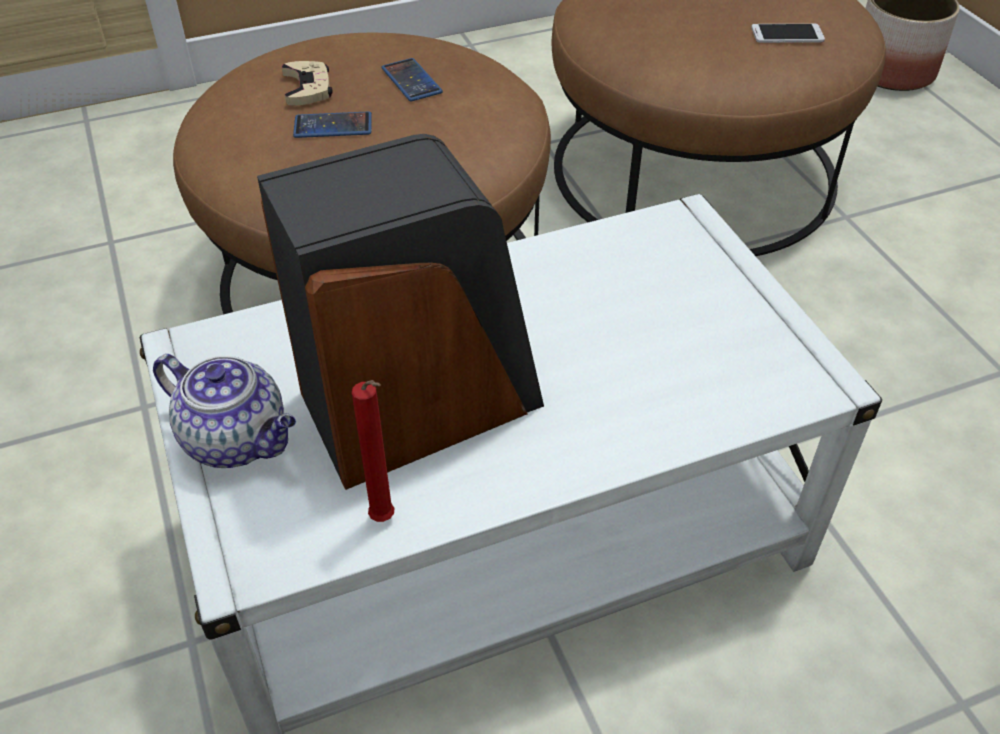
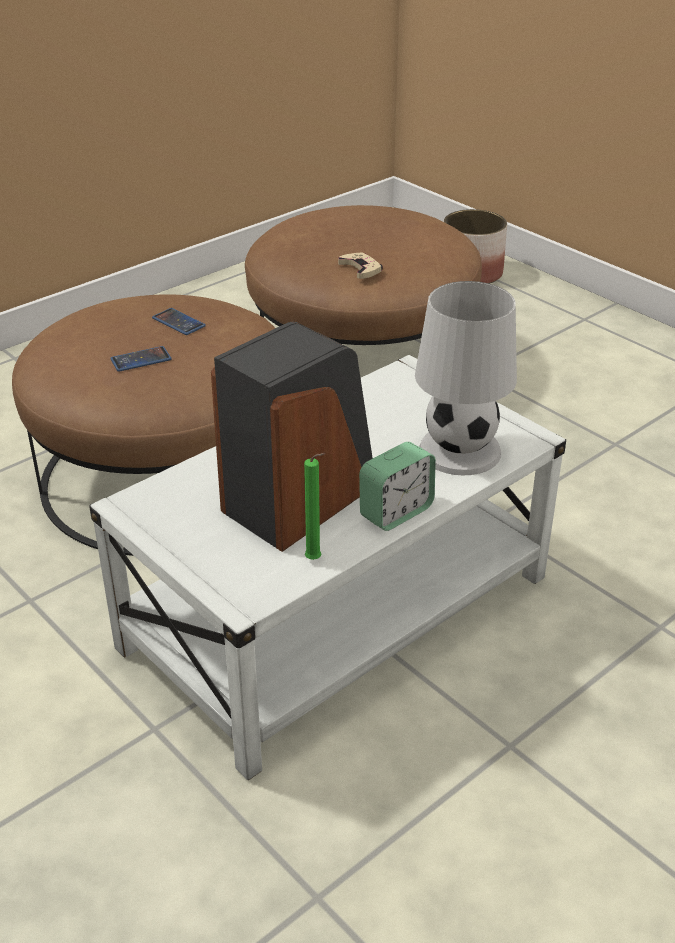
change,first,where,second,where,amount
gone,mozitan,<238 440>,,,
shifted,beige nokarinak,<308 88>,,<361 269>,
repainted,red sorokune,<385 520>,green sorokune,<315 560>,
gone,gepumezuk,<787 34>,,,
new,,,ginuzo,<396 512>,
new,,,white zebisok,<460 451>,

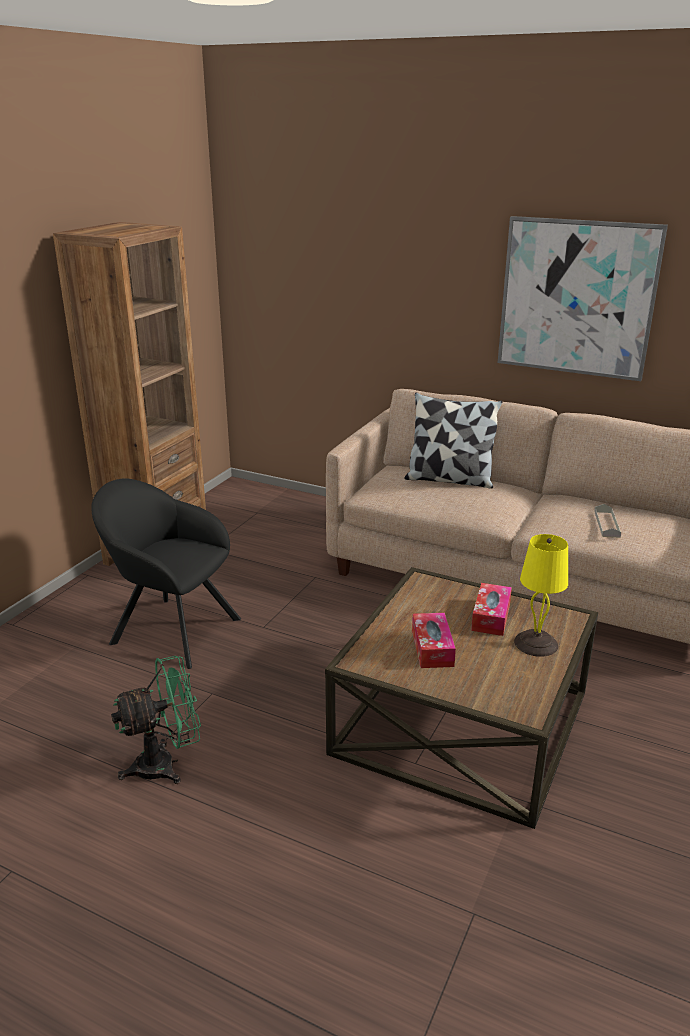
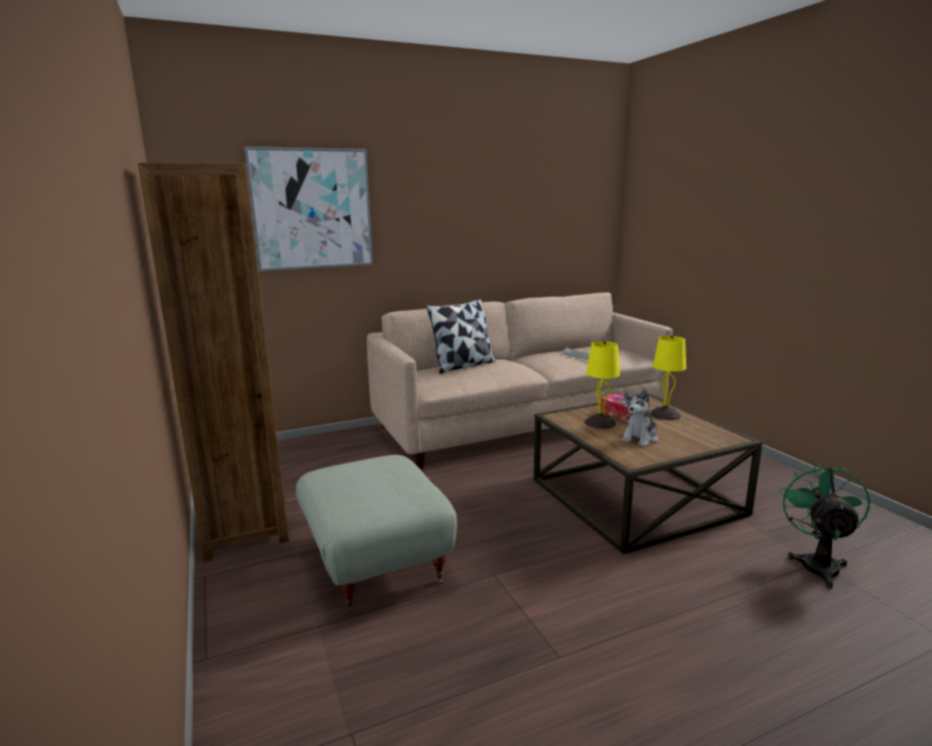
change,first,where,second,where,amount
swapped,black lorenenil,<170 629>,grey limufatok,<374 562>,
shifted,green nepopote,<166 764>,,<817 563>,
swapped,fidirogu,<432 648>,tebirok,<640 438>,
shifted,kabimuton,<577 298>,,<312 209>,
new,,,yellow zebisok,<600 423>,

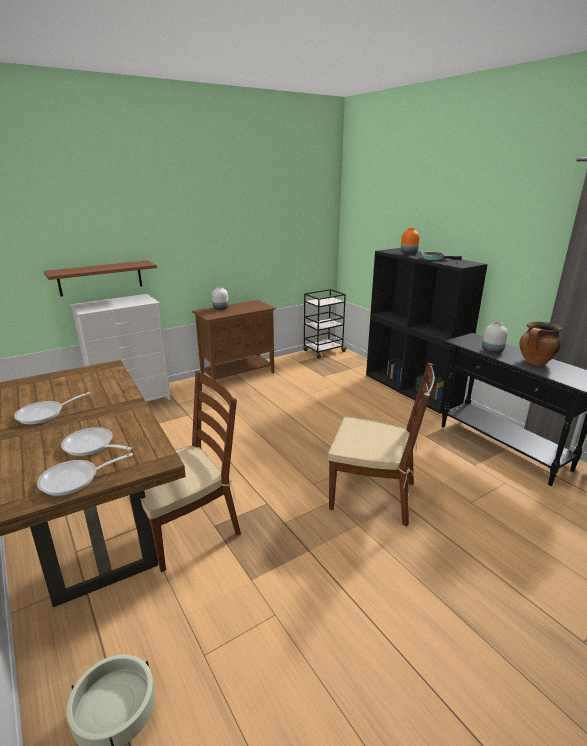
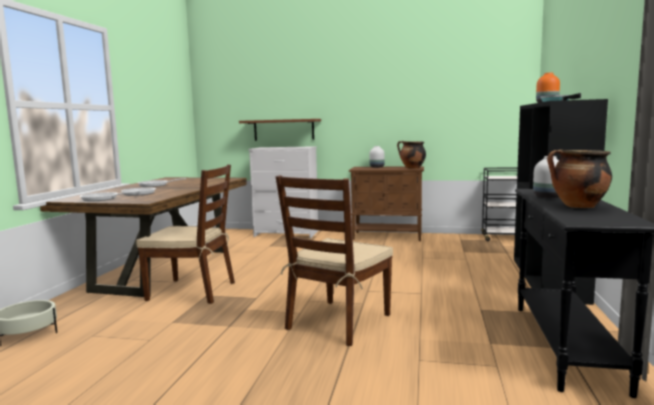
change,first,where,second,where,amount
rotated,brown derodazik,<373 495>,,<338 322>,60 degrees clockwise
new,,,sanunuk,<412 168>,

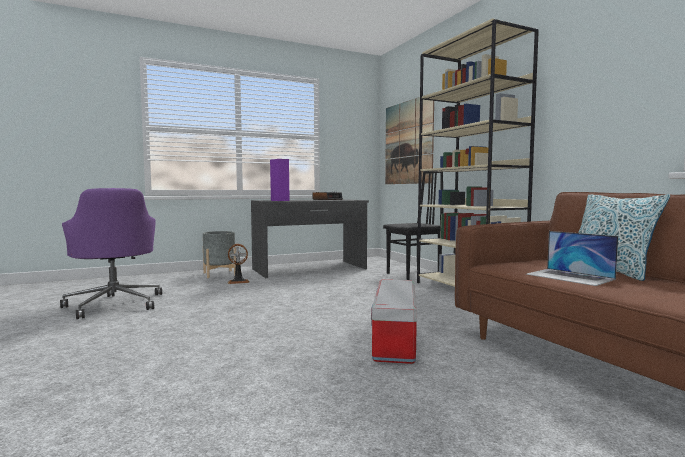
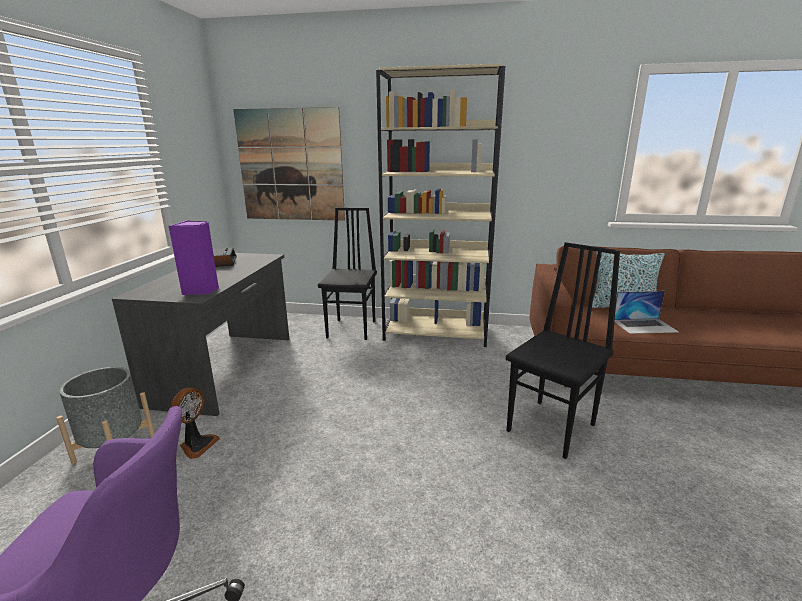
change,first,where,second,where,amount
swapped,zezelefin,<395 342>,black derodazik,<553 428>,

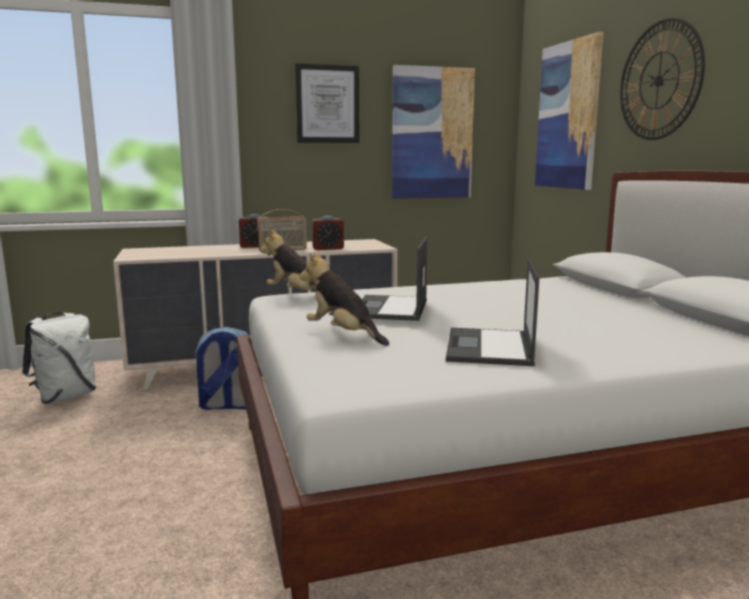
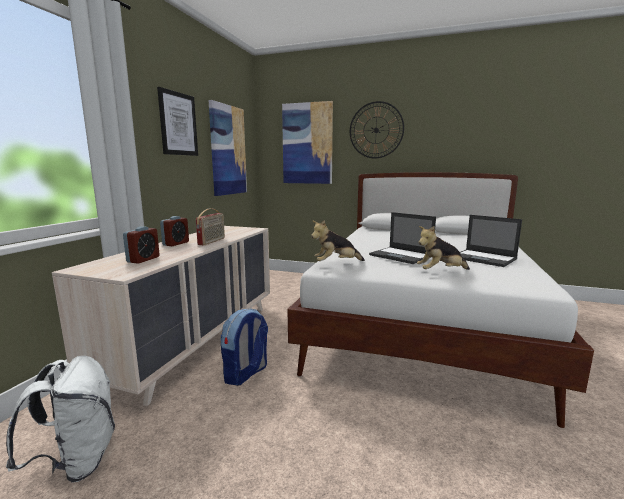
change,first,where,second,where,amount
shifted,ginuzo,<328 248>,,<143 259>,

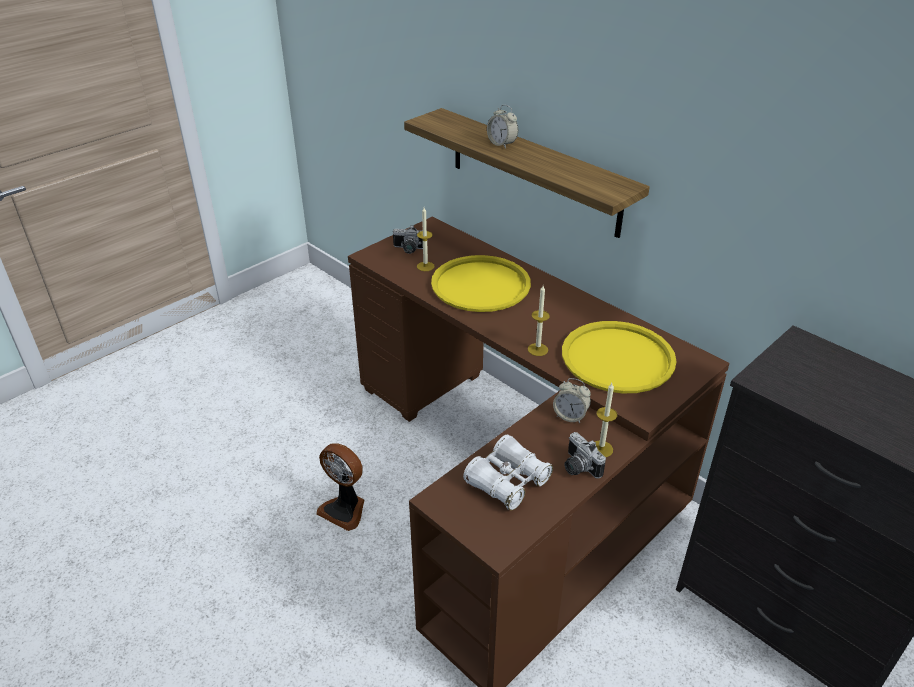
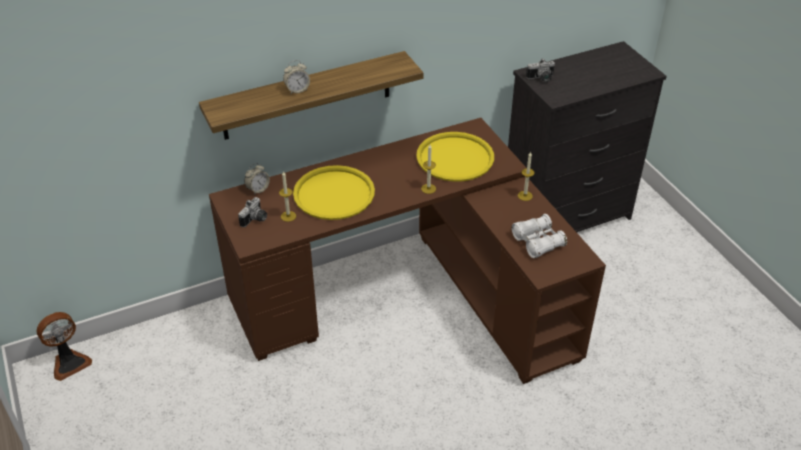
change,first,where,second,where,amount
shifted,nepopote,<345 509>,,<69 363>,
shifted,ginuzo,<570 416>,,<258 189>,
shifted,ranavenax,<578 467>,,<541 79>,

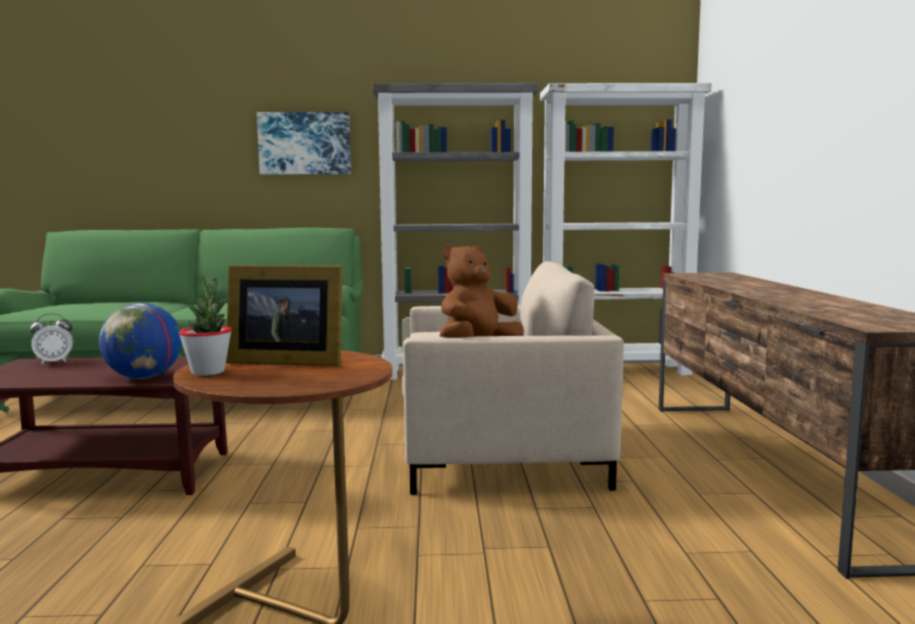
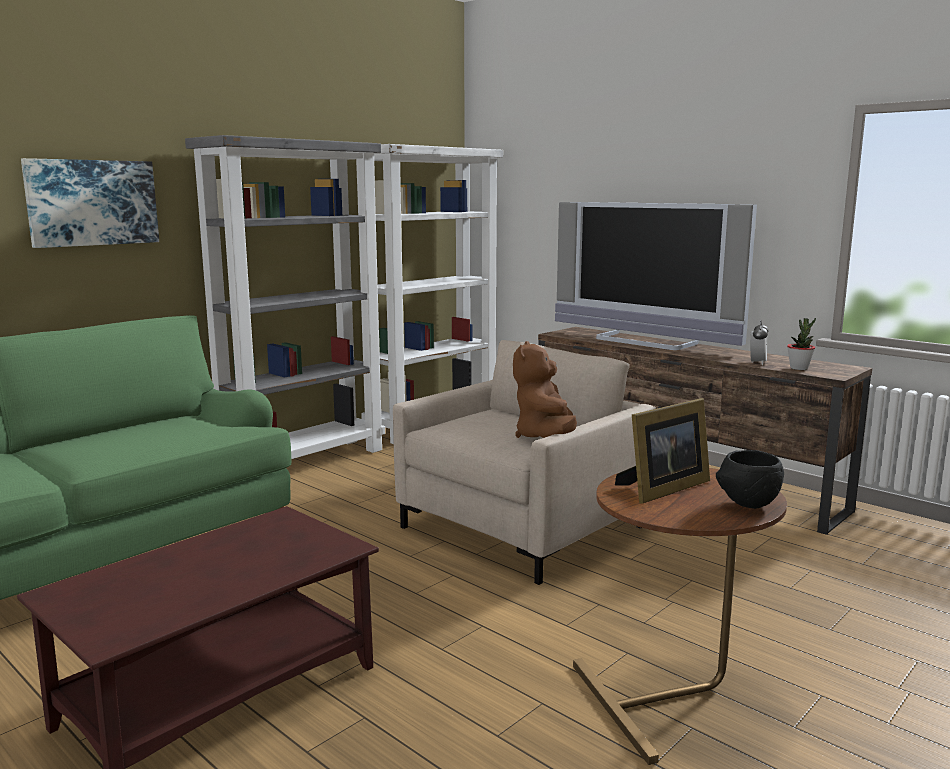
change,first,where,second,where,amount
shifted,ginuzo,<54 362>,,<757 363>,
gone,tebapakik,<144 377>,,,
shifted,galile,<208 372>,,<799 368>,
new,,,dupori,<644 341>,
new,,,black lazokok,<747 505>,

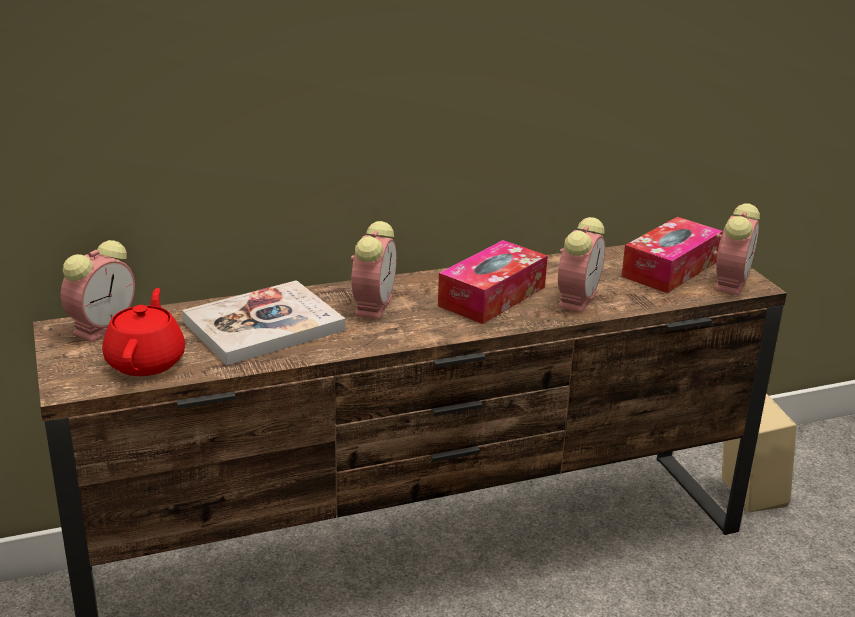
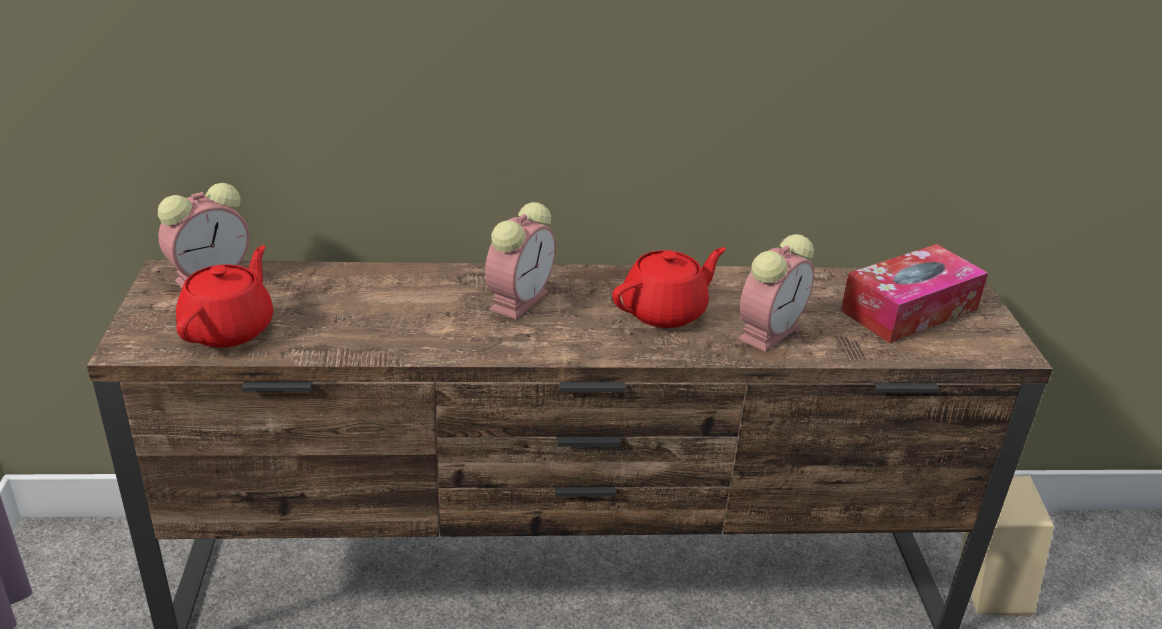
change,first,where,second,where,amount
gone,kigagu,<264 326>,,,
swapped,fidirogu,<492 296>,red mozitan,<665 311>,
gone,ginuzo,<731 281>,,,

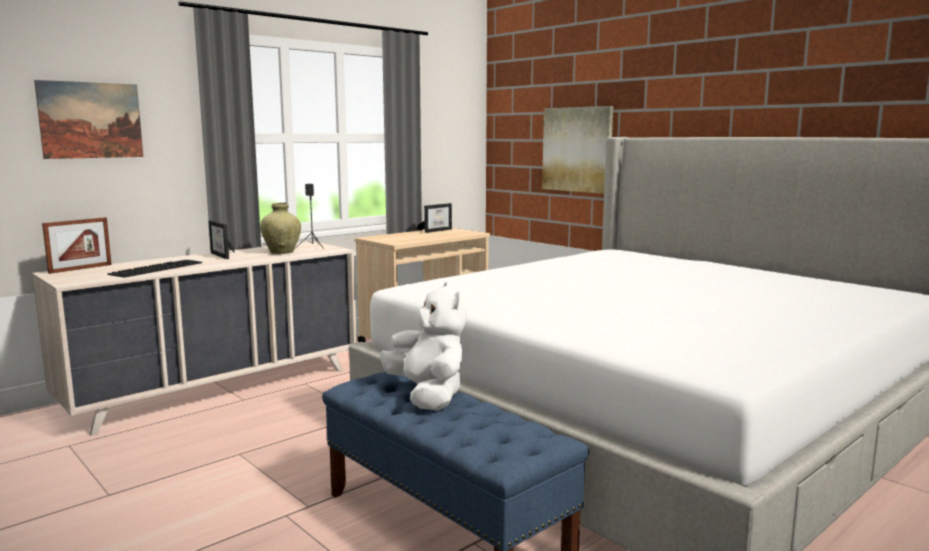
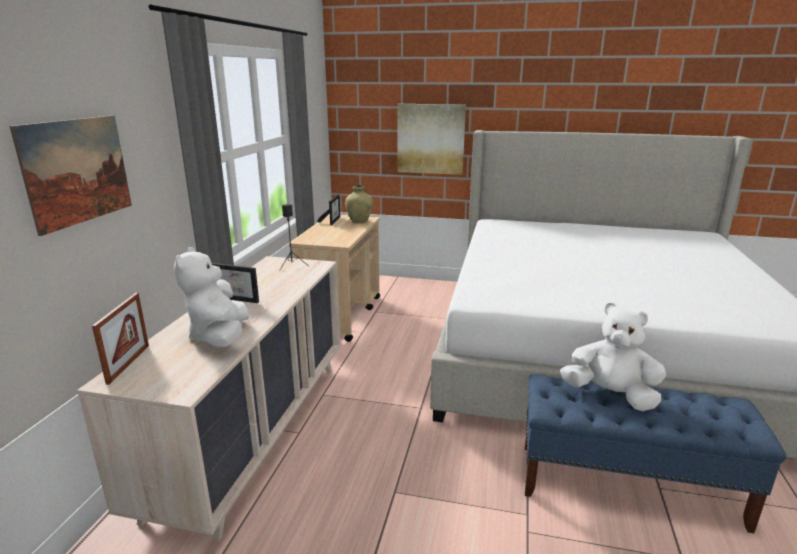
change,first,where,second,where,amount
swapped,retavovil,<156 268>,white tebirok,<220 337>,
shifted,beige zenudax,<282 252>,,<359 221>,

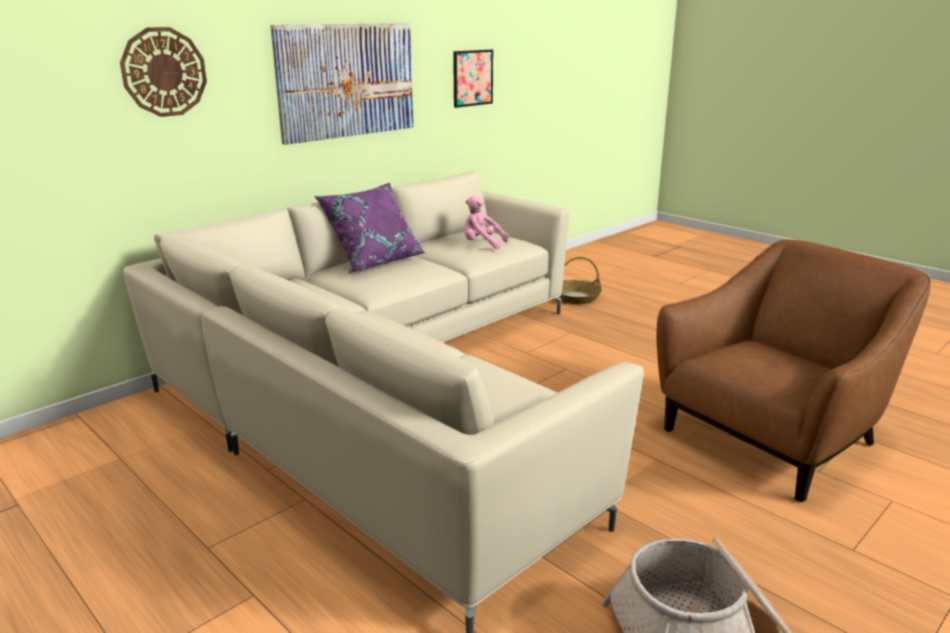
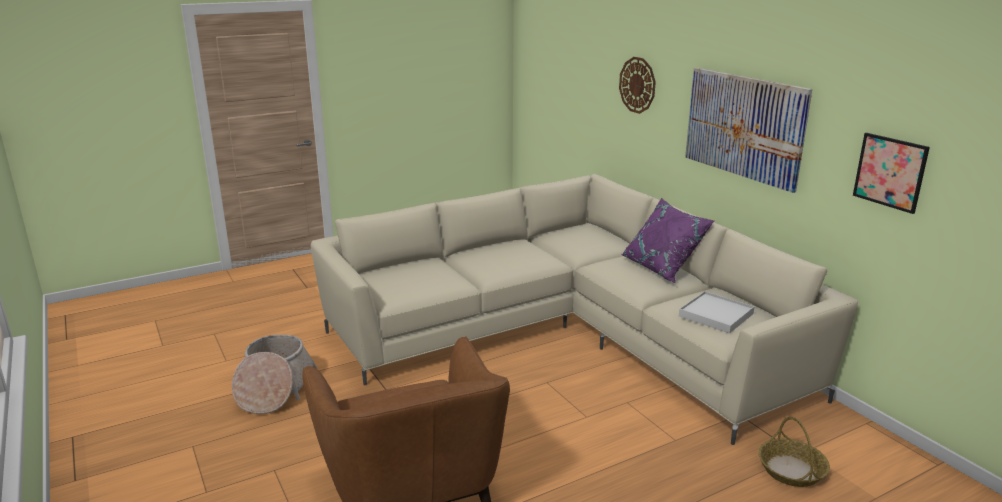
change,first,where,second,where,amount
swapped,pink tebirok,<481 244>,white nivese,<716 315>,

